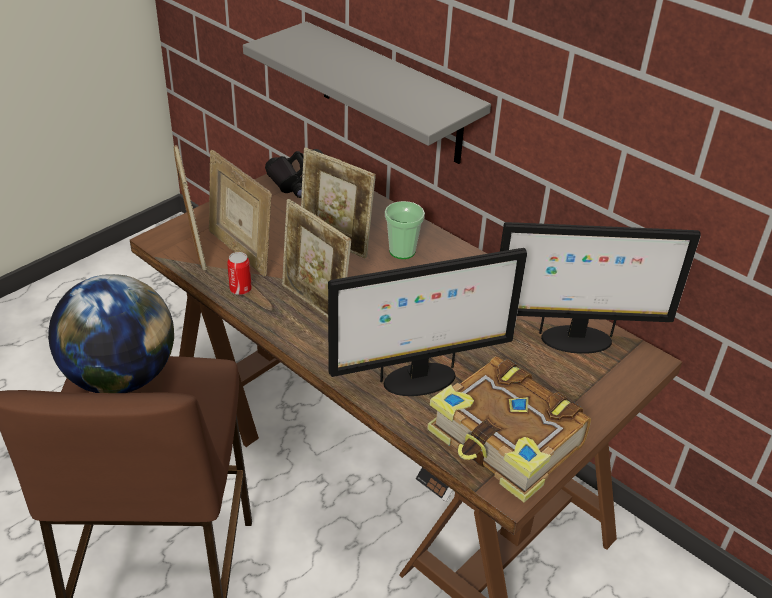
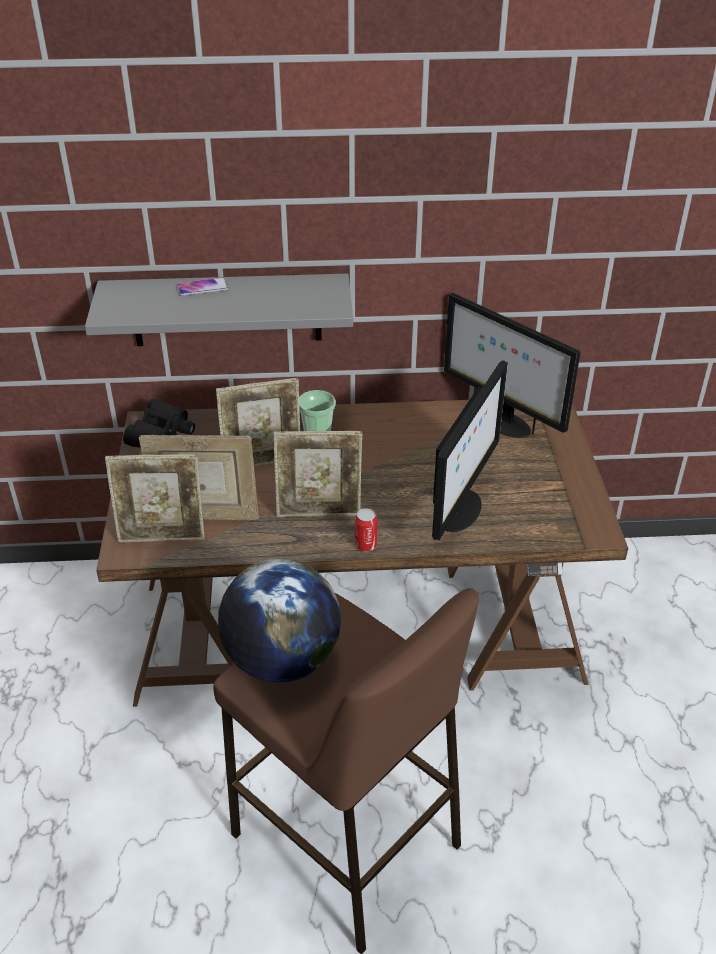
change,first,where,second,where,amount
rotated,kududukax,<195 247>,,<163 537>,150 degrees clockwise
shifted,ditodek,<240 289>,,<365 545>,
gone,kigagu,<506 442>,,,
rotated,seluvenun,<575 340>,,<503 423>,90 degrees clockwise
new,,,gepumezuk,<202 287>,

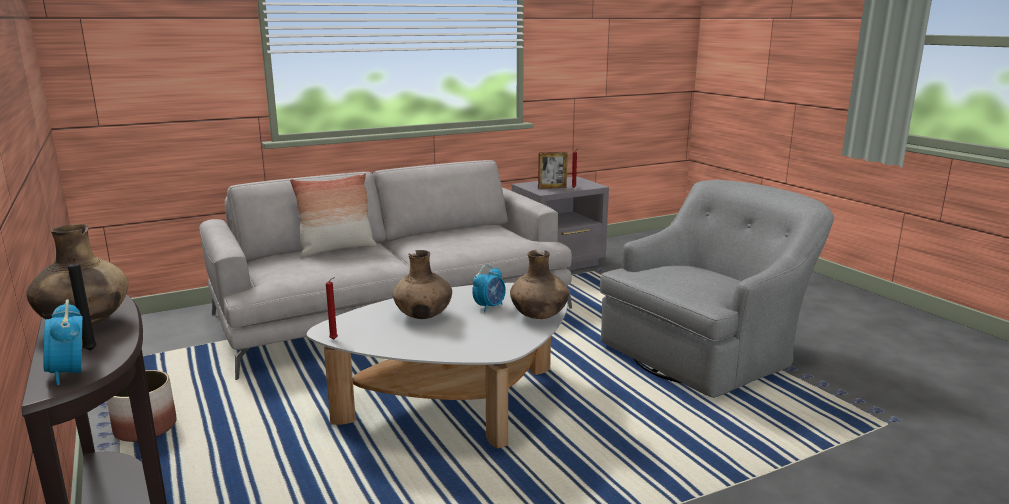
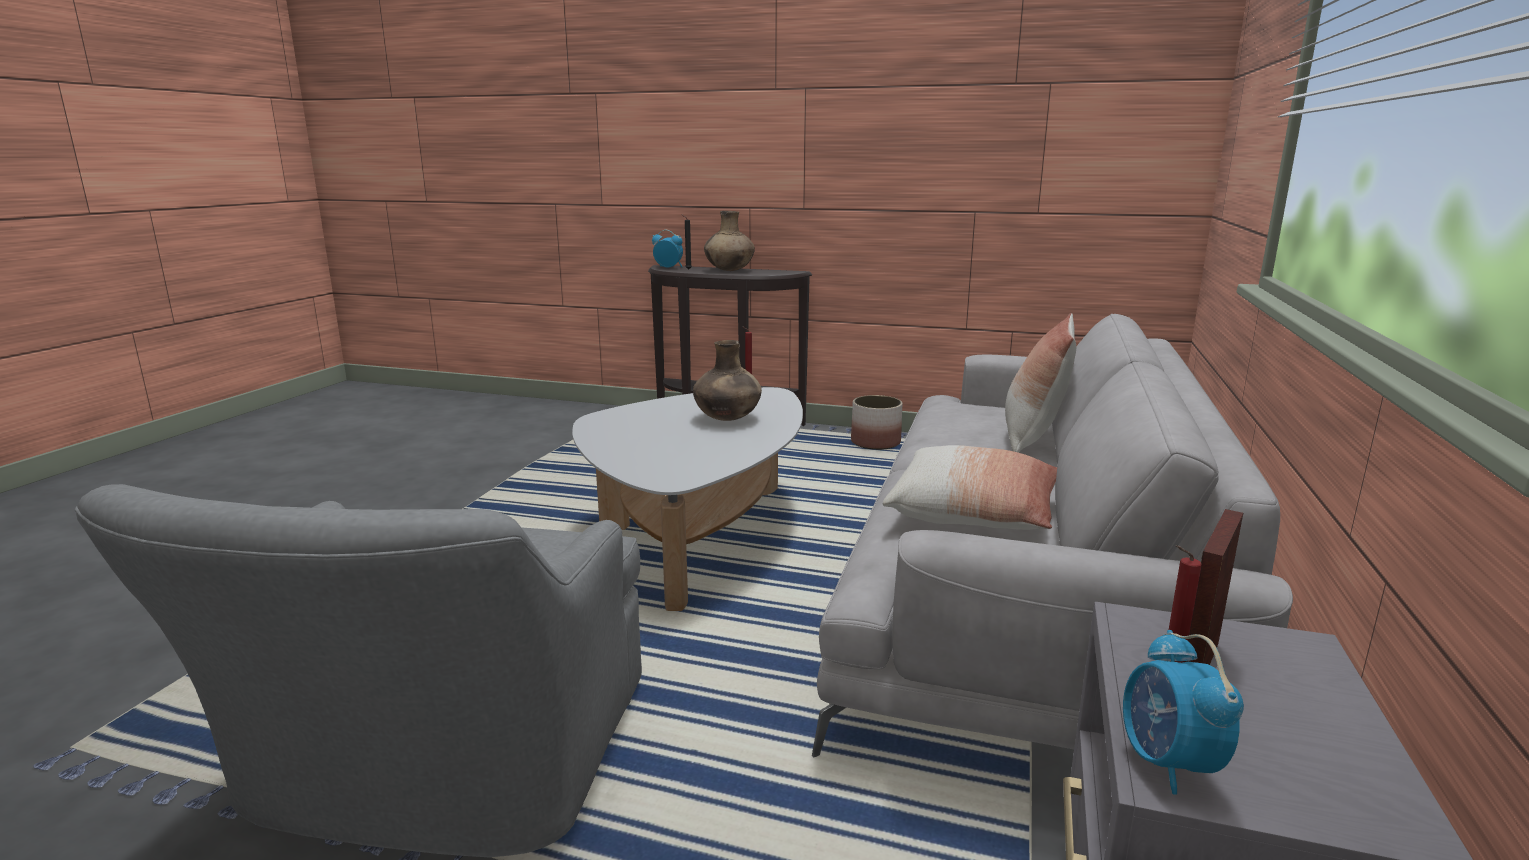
change,first,where,second,where,amount
shifted,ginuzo,<489 307>,,<1168 764>,
gone,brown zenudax,<539 316>,,,
new,,,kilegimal,<974 514>,

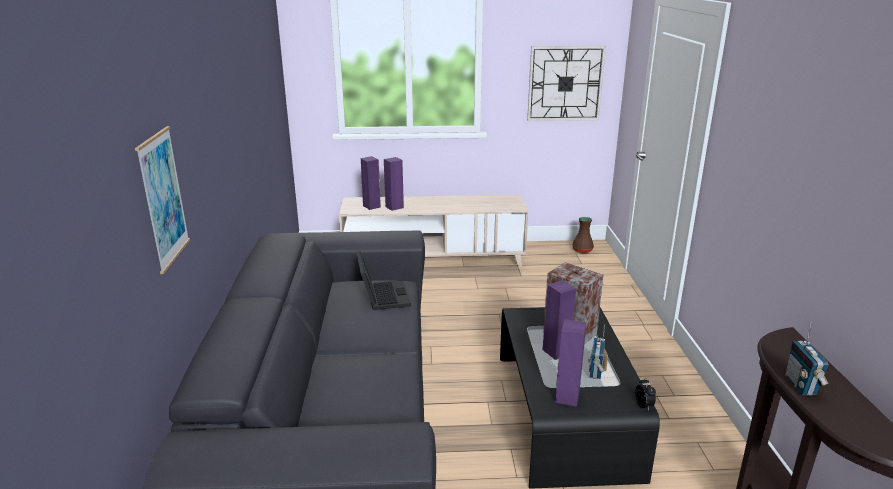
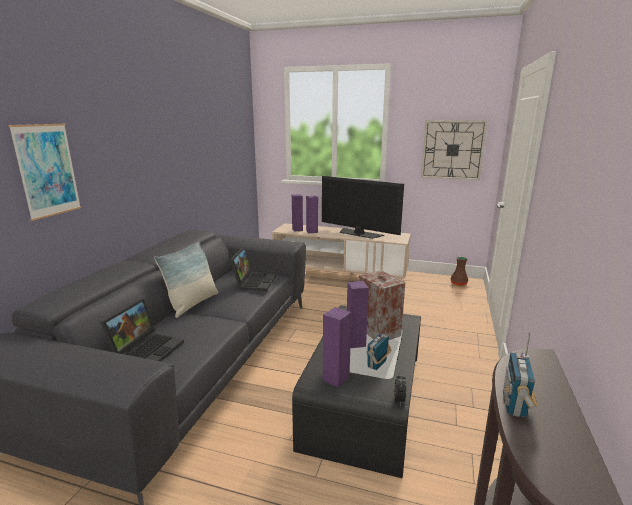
change,first,where,second,where,amount
new,,,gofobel,<147 350>,
new,,,kilegimal,<192 304>,
new,,,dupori,<359 233>,

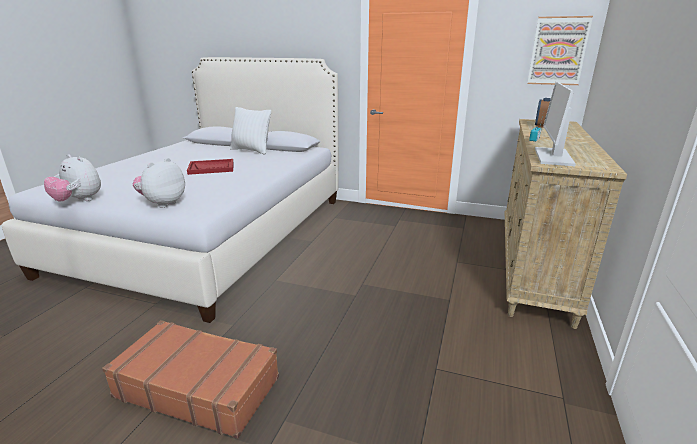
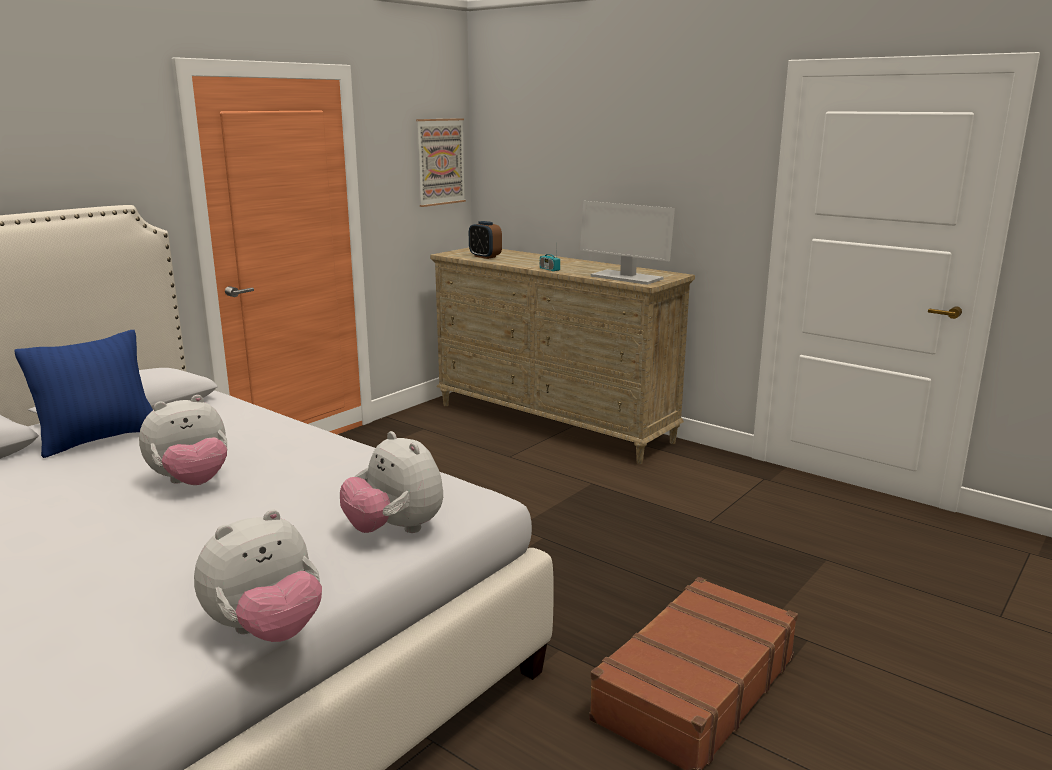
change,first,where,second,where,amount
swapped,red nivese,<211 168>,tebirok,<192 482>,
repainted,white kilegimal,<251 150>,blue kilegimal,<99 439>,

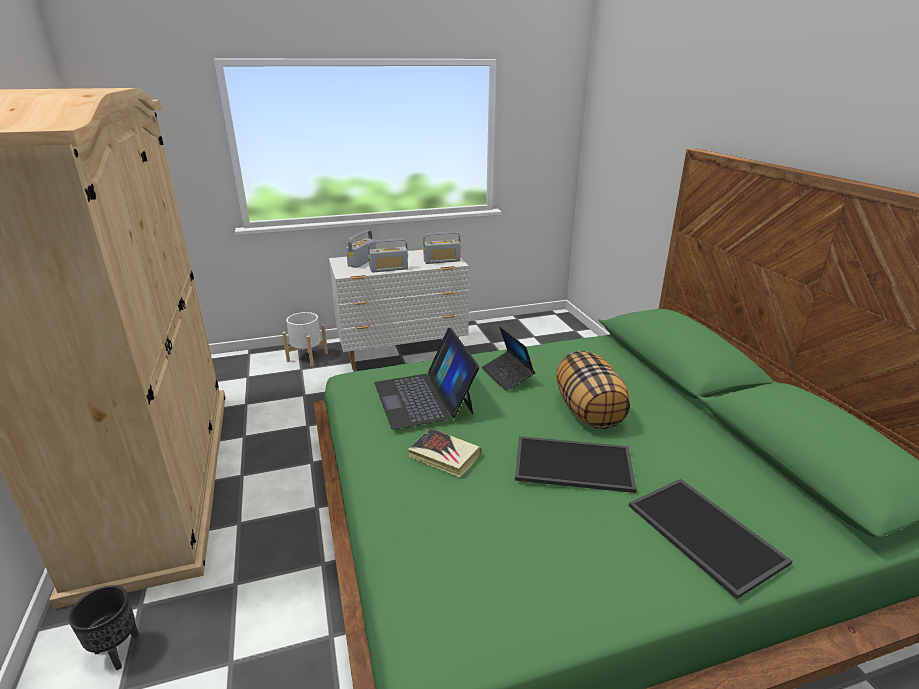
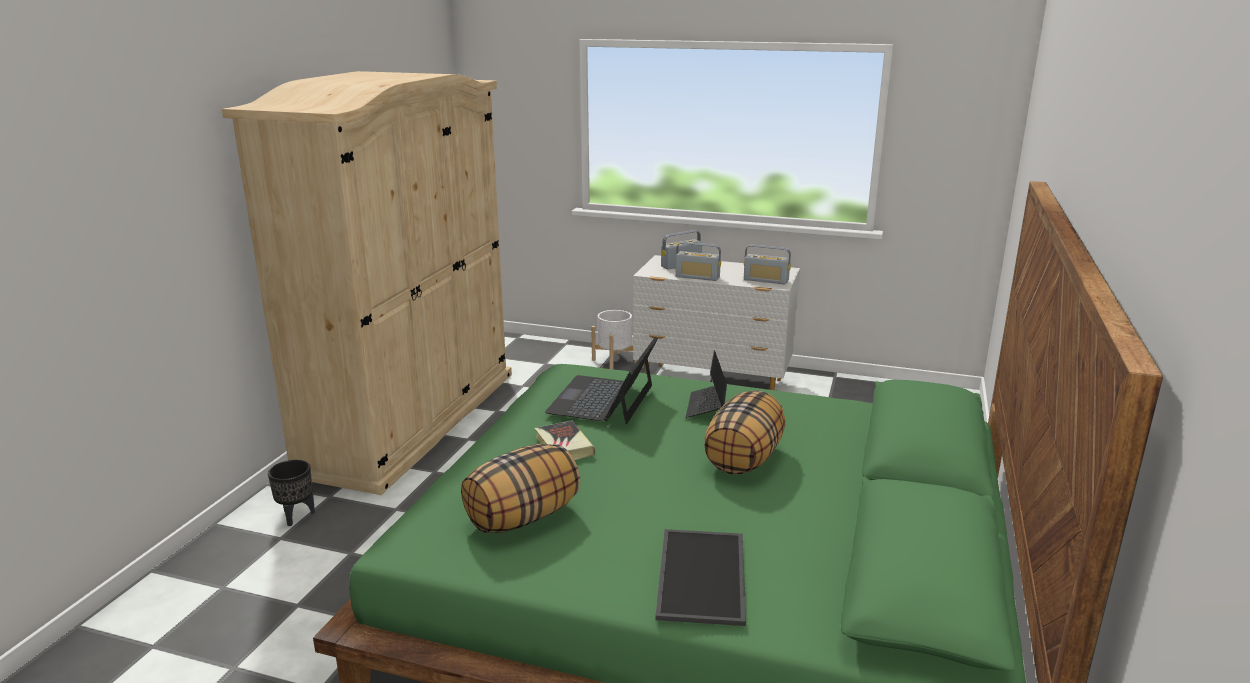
change,first,where,second,where,amount
gone,nivese,<574 463>,,,
new,,,kilegimal,<523 518>,

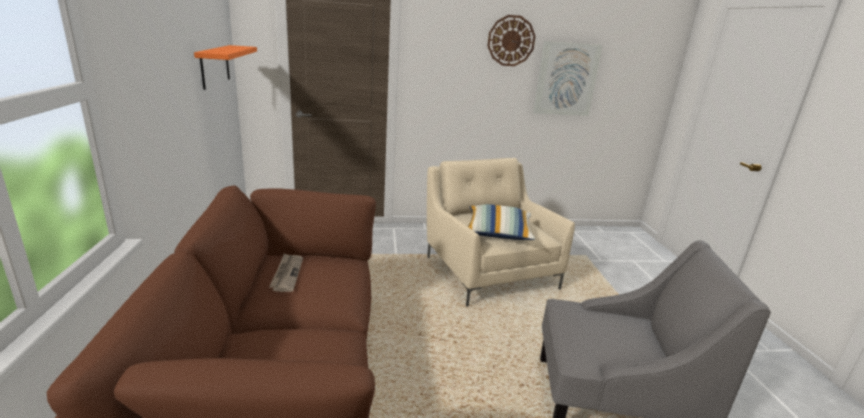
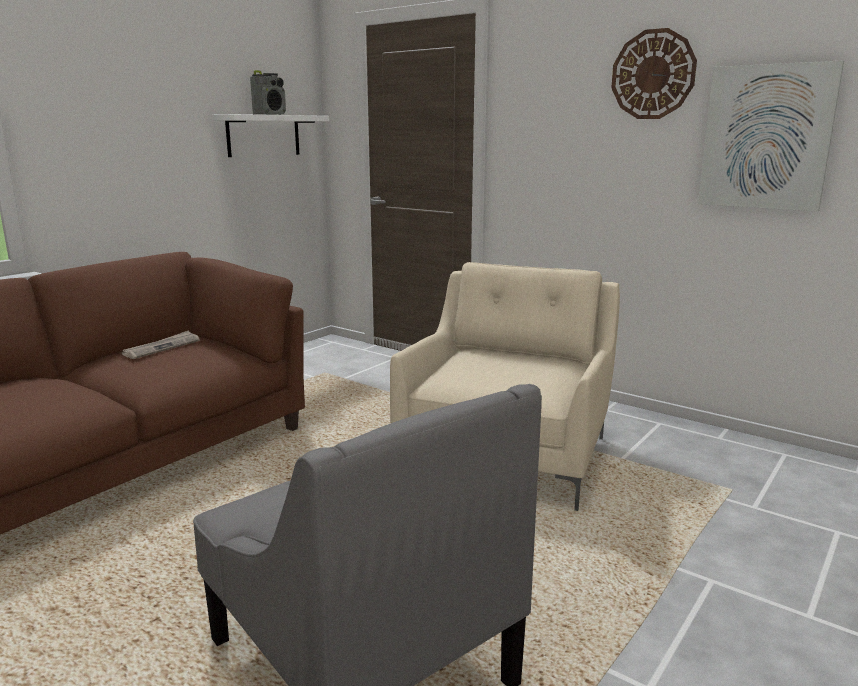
change,first,where,second,where,amount
repainted,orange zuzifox,<215 66>,white zuzifox,<263 135>,
gone,kilegimal,<498 232>,,,
new,,,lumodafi,<270 114>,

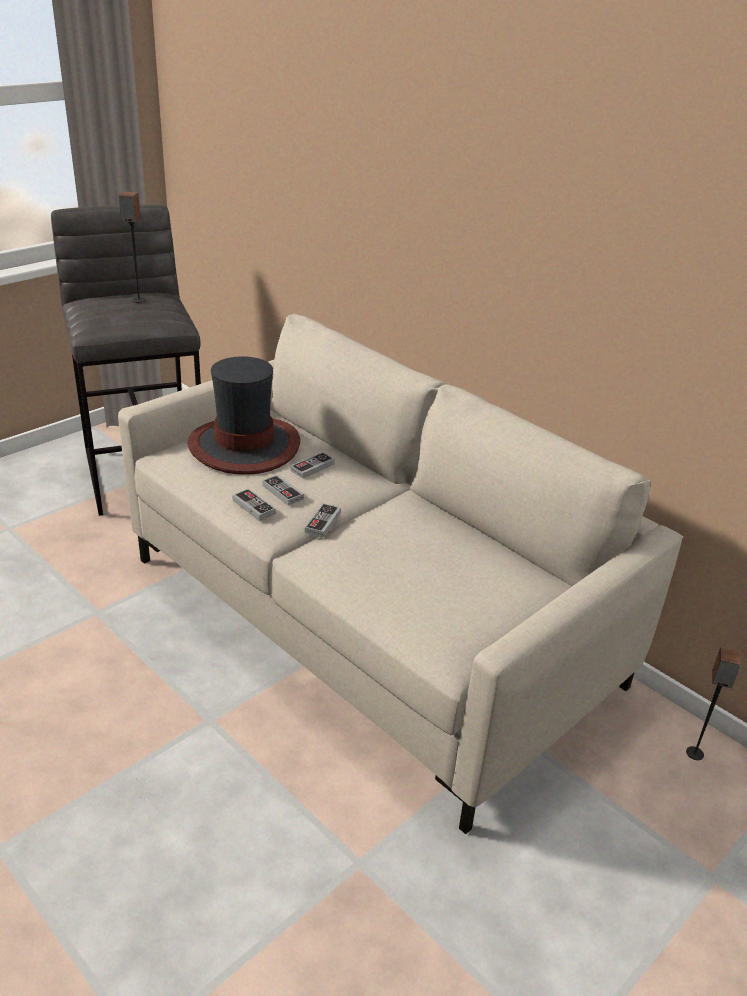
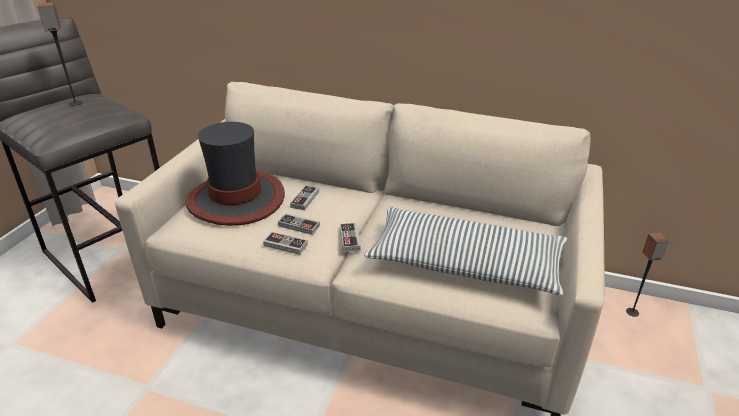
change,first,where,second,where,amount
new,,,kilegimal,<465 264>,

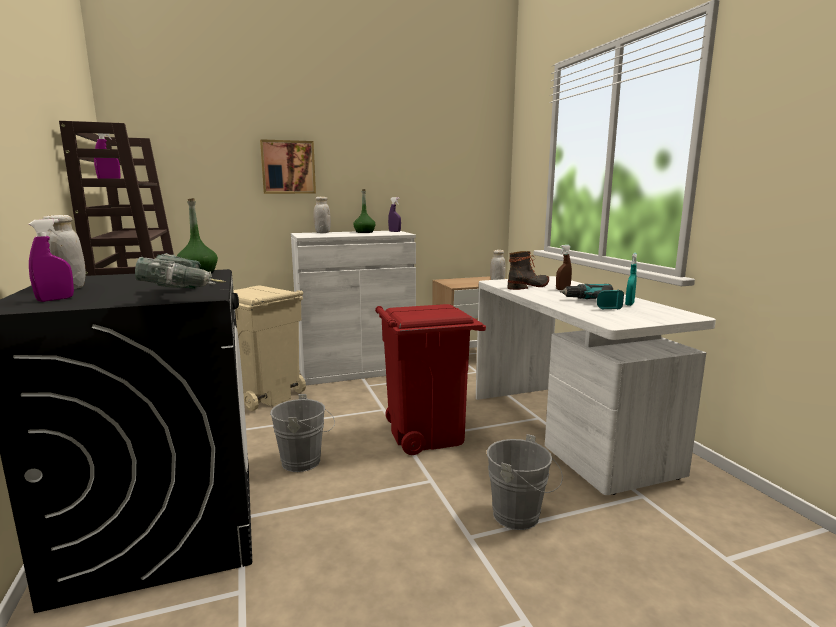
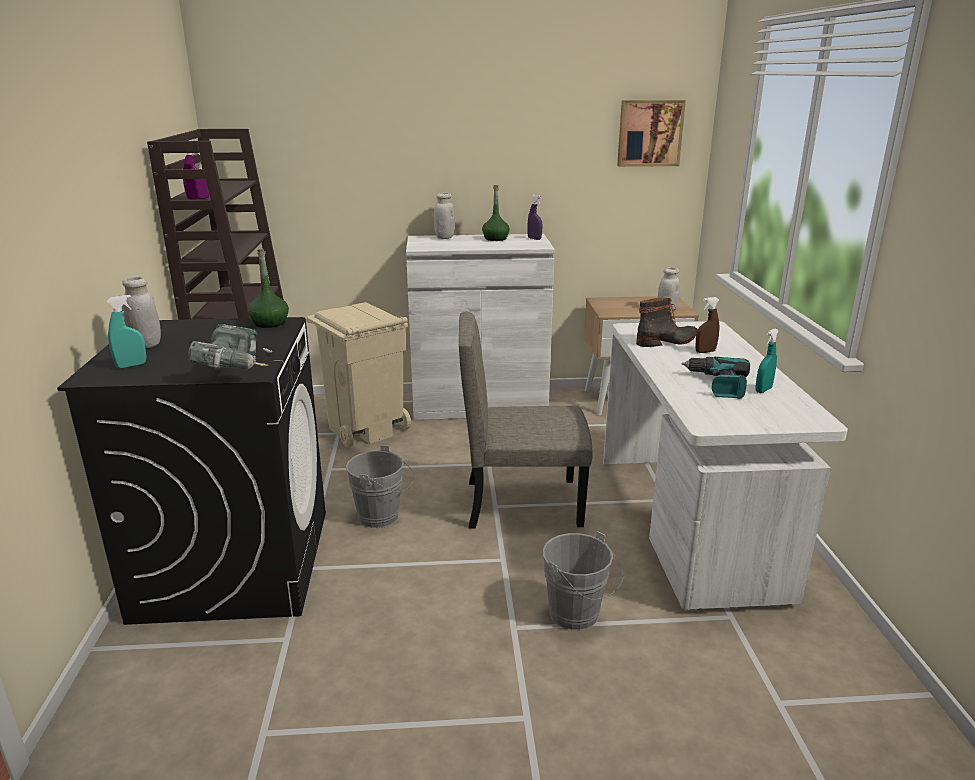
change,first,where,second,where,amount
repainted,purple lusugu,<55 299>,turquoise lusugu,<131 365>,
shifted,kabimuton,<288 167>,,<649 133>,
swapped,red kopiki,<426 434>,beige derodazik,<523 502>,

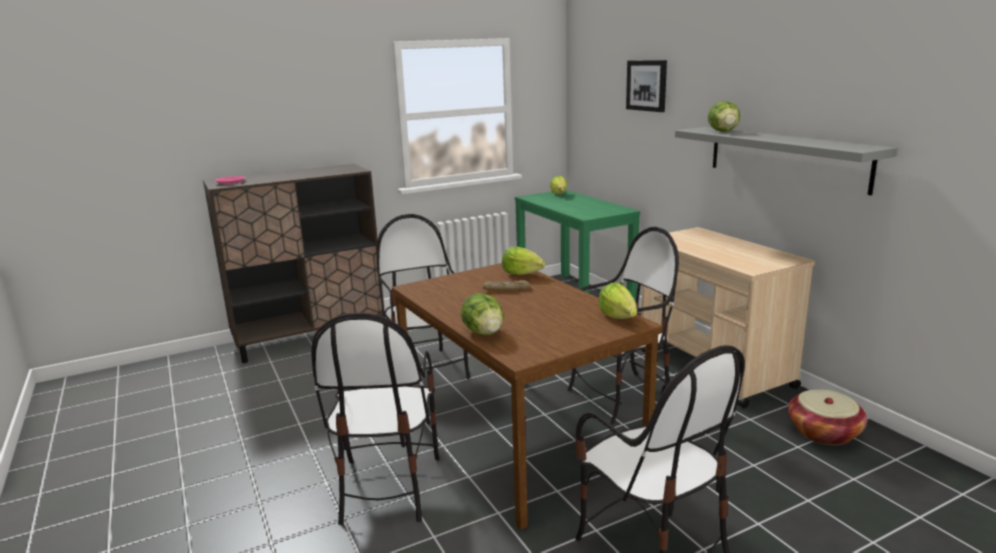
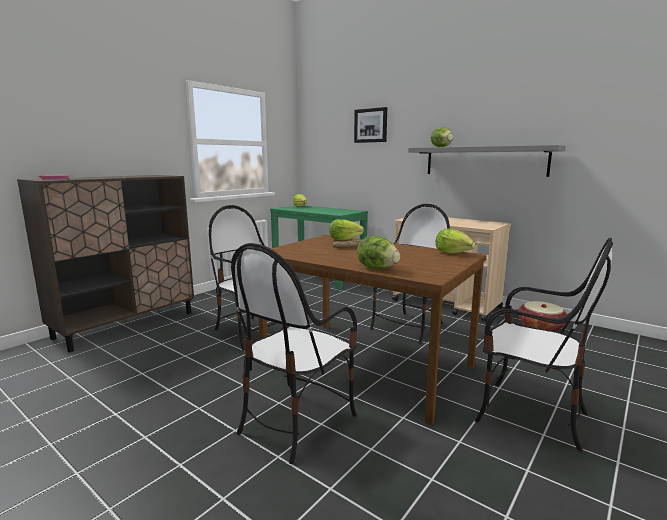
change,first,where,second,where,amount
rotated,derodazik,<387 487>,,<296 421>,60 degrees clockwise

